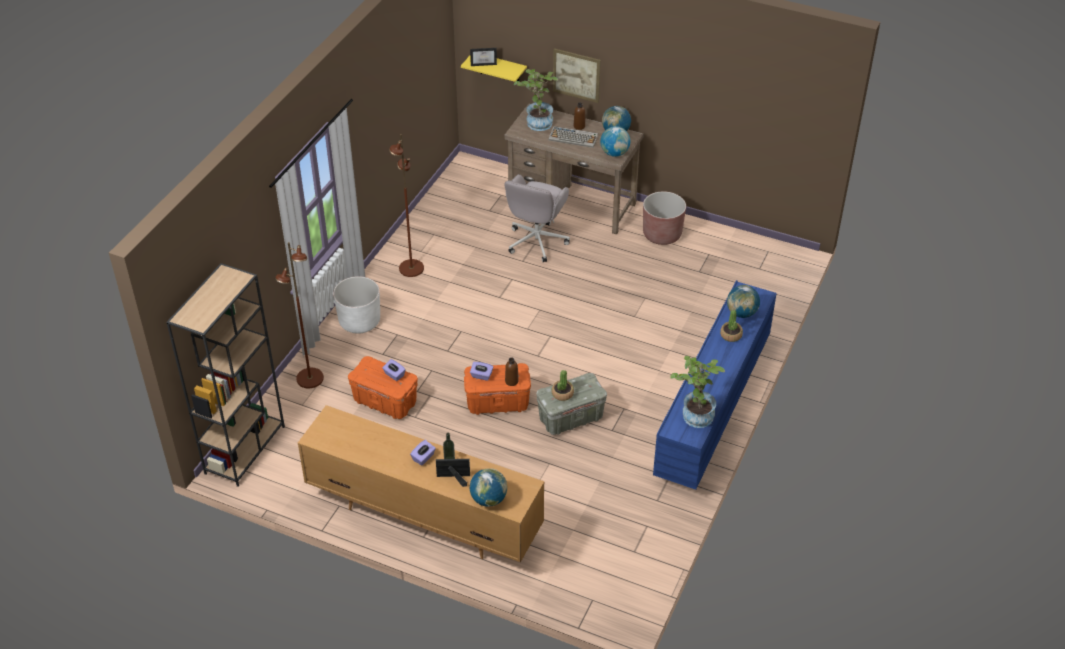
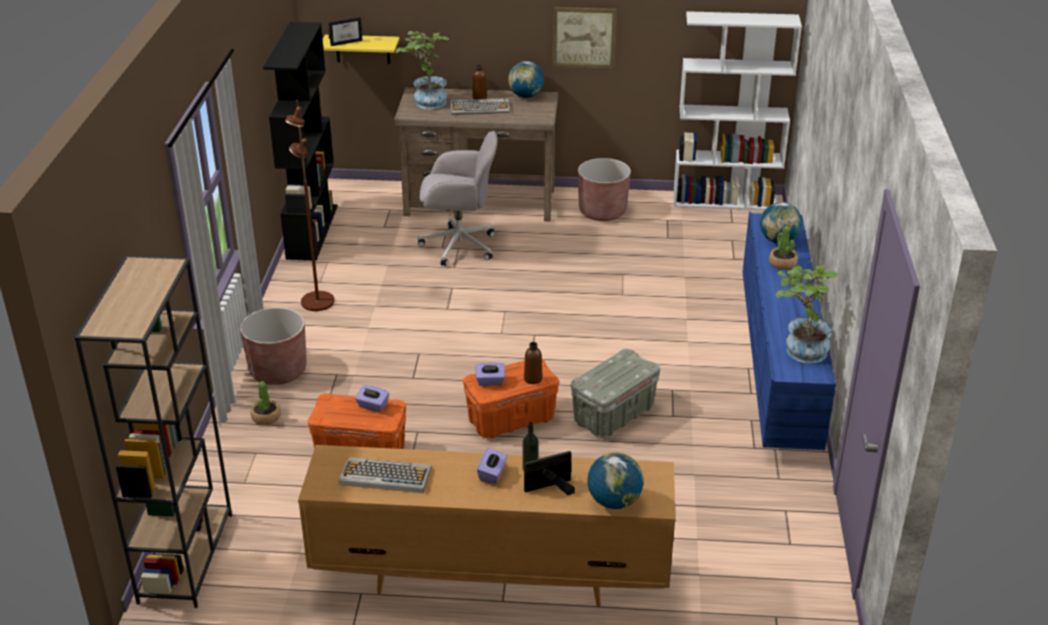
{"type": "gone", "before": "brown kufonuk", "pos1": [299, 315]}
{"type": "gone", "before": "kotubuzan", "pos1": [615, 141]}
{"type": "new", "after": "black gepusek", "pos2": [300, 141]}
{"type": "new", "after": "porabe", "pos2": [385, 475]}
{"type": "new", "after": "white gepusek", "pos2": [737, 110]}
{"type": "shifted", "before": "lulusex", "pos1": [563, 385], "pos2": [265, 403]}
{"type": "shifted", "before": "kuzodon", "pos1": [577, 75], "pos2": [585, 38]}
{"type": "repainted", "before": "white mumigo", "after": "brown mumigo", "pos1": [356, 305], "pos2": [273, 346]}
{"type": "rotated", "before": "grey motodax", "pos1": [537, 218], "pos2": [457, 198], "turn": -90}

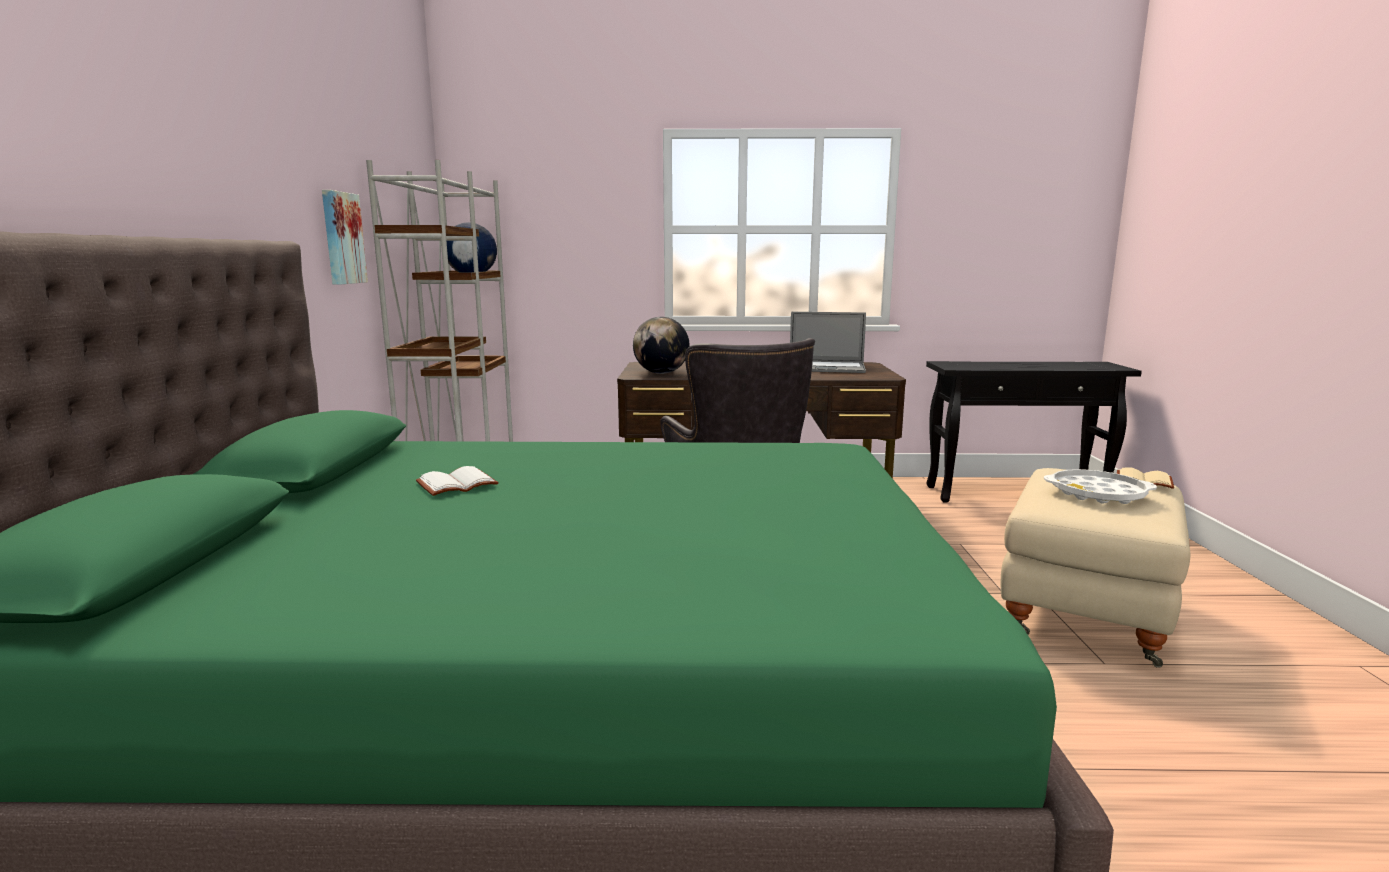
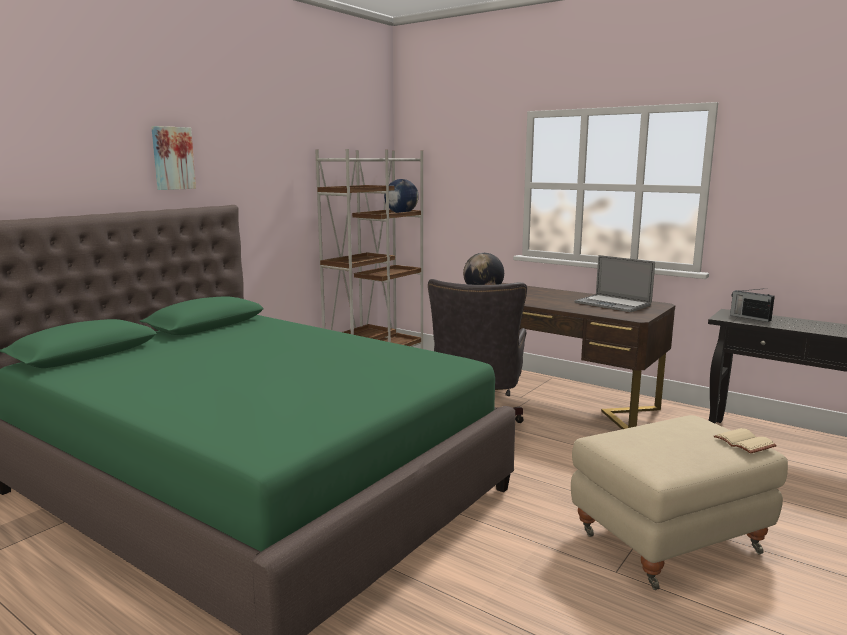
{"type": "gone", "before": "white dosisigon", "pos1": [457, 481]}
{"type": "gone", "before": "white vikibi", "pos1": [1100, 486]}
{"type": "new", "after": "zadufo", "pos2": [752, 305]}
{"type": "shifted", "before": "kuzodon", "pos1": [345, 237], "pos2": [173, 158]}

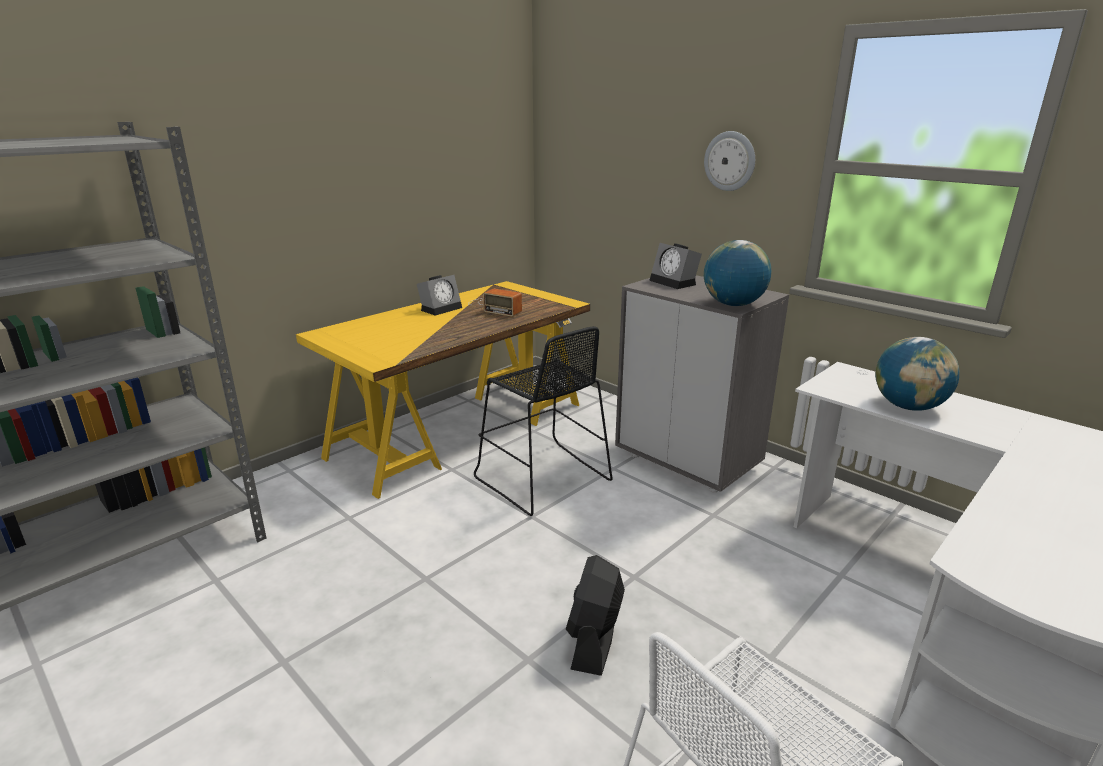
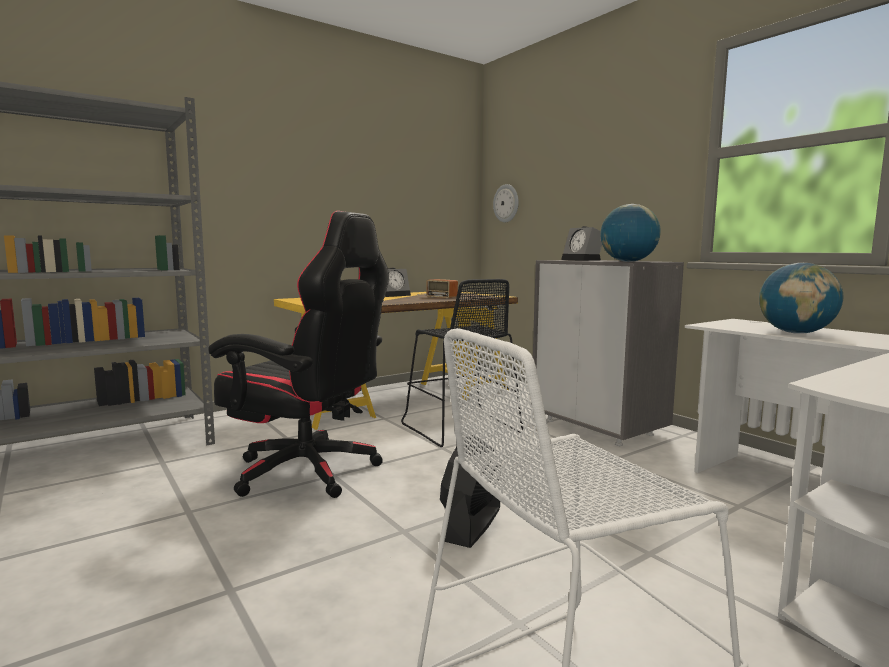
{"type": "new", "after": "black motodax", "pos2": [298, 354]}
{"type": "shifted", "before": "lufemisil", "pos1": [729, 161], "pos2": [506, 203]}

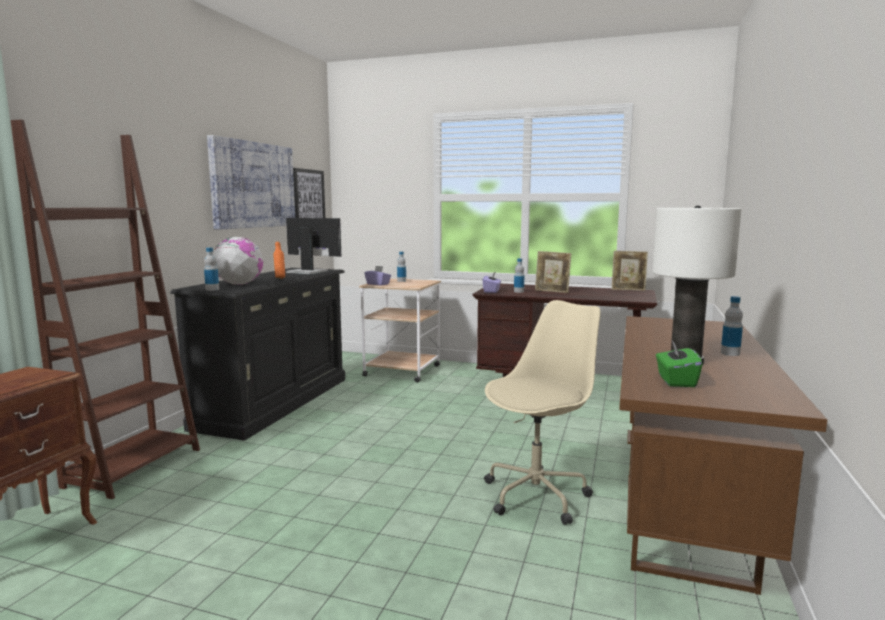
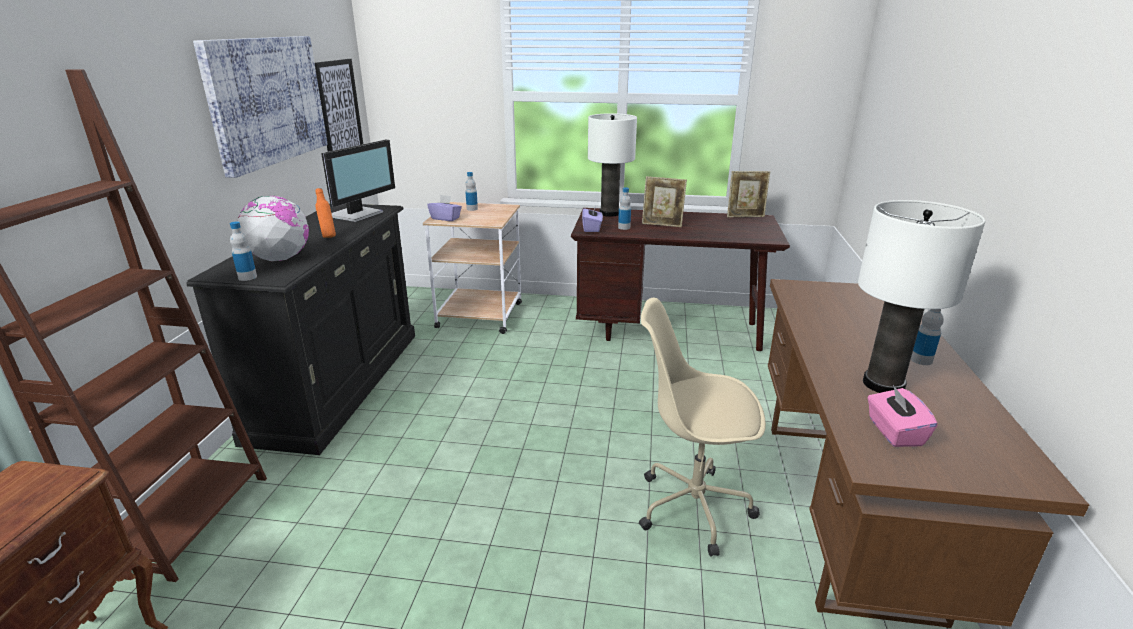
{"type": "new", "after": "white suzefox", "pos2": [612, 165]}
{"type": "repainted", "before": "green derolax", "after": "pink derolax", "pos1": [679, 364], "pos2": [902, 416]}
{"type": "rotated", "before": "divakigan", "pos1": [313, 246], "pos2": [358, 180], "turn": 105}
{"type": "rotated", "before": "beige motodax", "pos1": [542, 412], "pos2": [702, 427], "turn": -120}

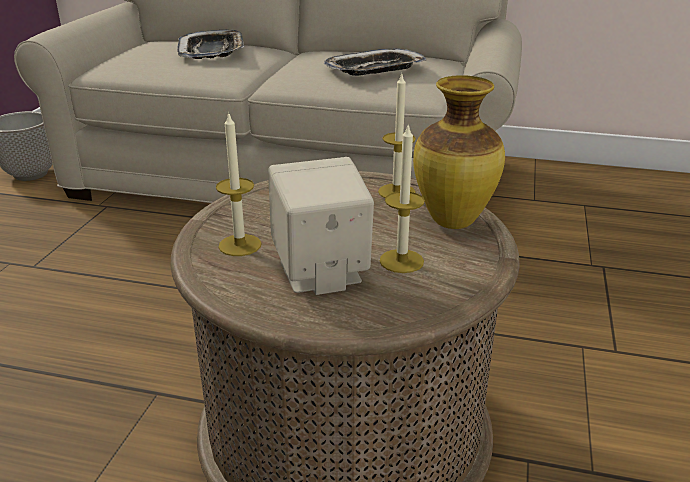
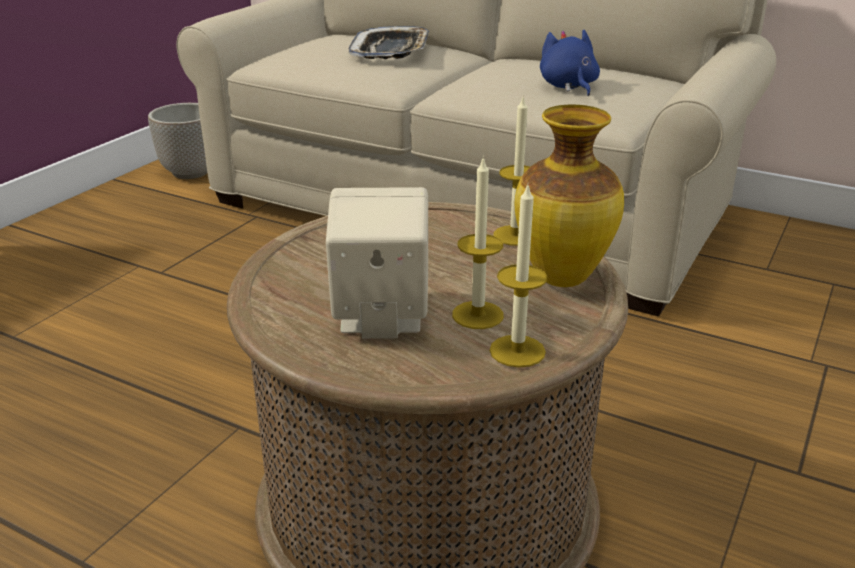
{"type": "shifted", "before": "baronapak", "pos1": [239, 183], "pos2": [518, 276]}
{"type": "swapped", "before": "vikibi", "after": "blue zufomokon", "pos1": [375, 62], "pos2": [570, 63]}

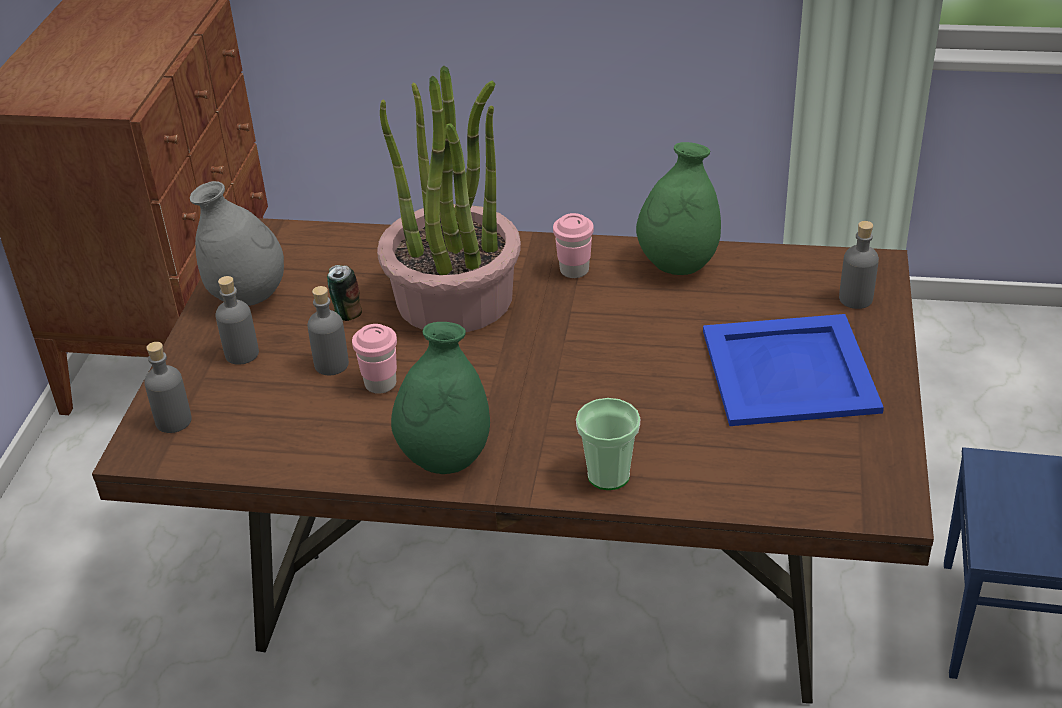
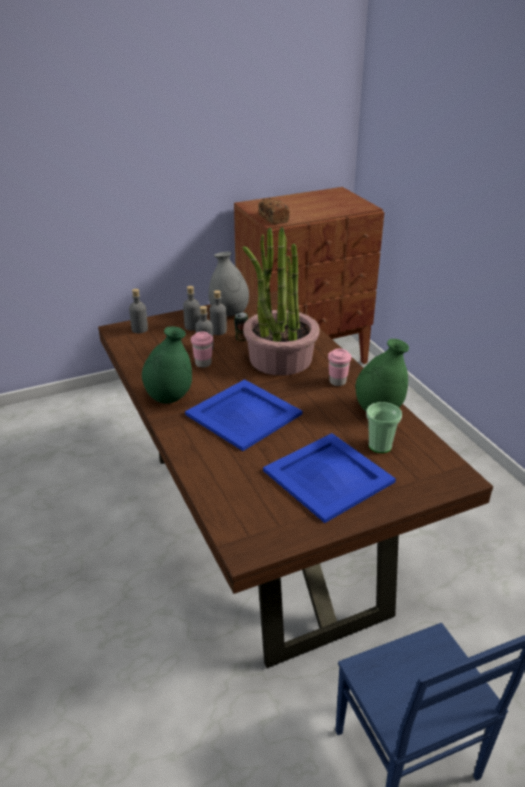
{"type": "new", "after": "blue vikibi", "pos2": [243, 415]}
{"type": "new", "after": "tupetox", "pos2": [274, 211]}
{"type": "shifted", "before": "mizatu", "pos1": [608, 444], "pos2": [384, 427]}
{"type": "shifted", "before": "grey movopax", "pos1": [859, 265], "pos2": [218, 312]}

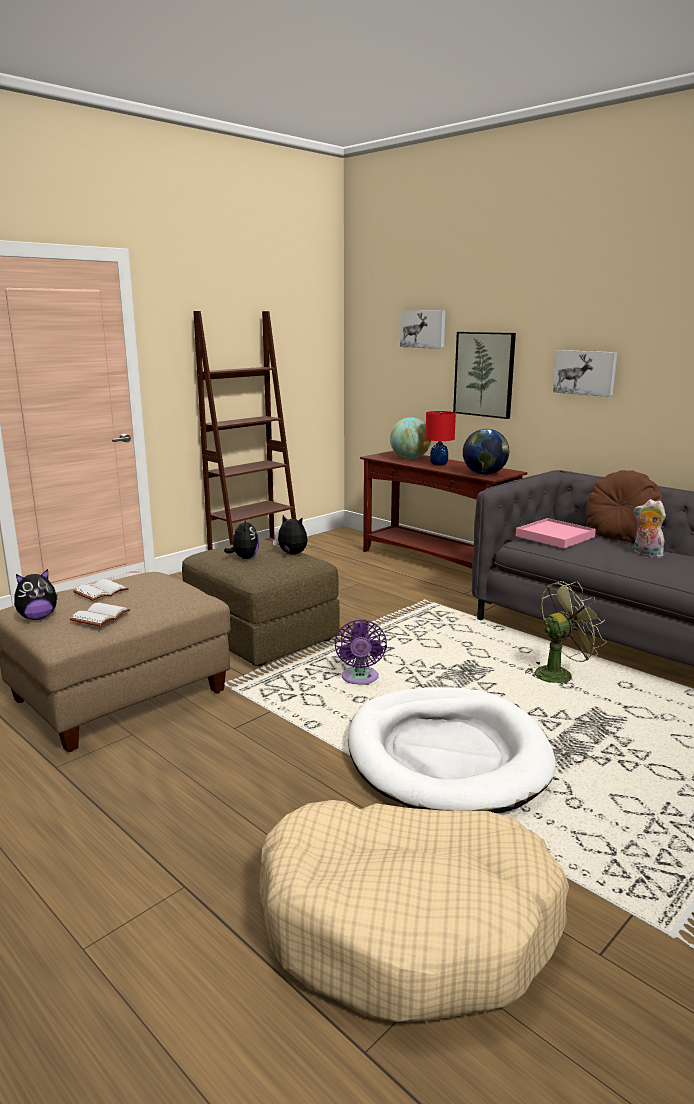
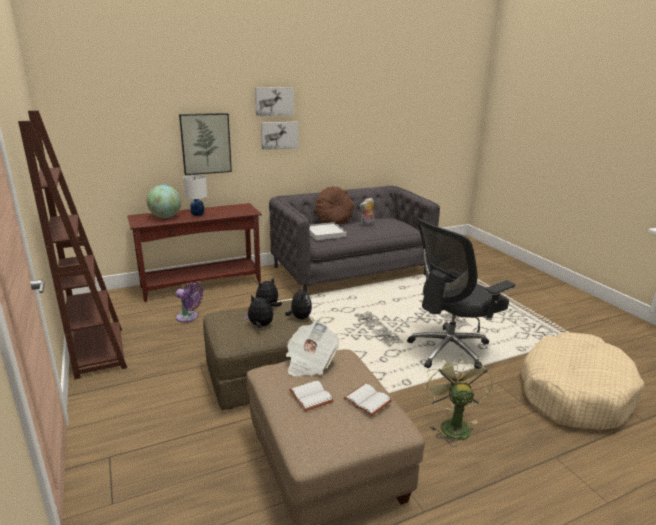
{"type": "gone", "before": "kotubuzan", "pos1": [486, 452]}
{"type": "new", "after": "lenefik", "pos2": [312, 349]}
{"type": "shifted", "before": "zufomokon", "pos1": [36, 594], "pos2": [298, 302]}
{"type": "shifted", "before": "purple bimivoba", "pos1": [360, 651], "pos2": [189, 302]}
{"type": "shifted", "before": "kuzodon", "pos1": [423, 329], "pos2": [274, 102]}
{"type": "shifted", "before": "green bimivoba", "pos1": [565, 632], "pos2": [459, 401]}
{"type": "swapped", "before": "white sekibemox", "after": "motodax", "pos1": [452, 750], "pos2": [461, 293]}
{"type": "repainted", "before": "red suzefox", "after": "white suzefox", "pos1": [440, 438], "pos2": [195, 195]}
{"type": "repainted", "before": "pink vikibi", "after": "white vikibi", "pos1": [556, 533], "pos2": [328, 231]}

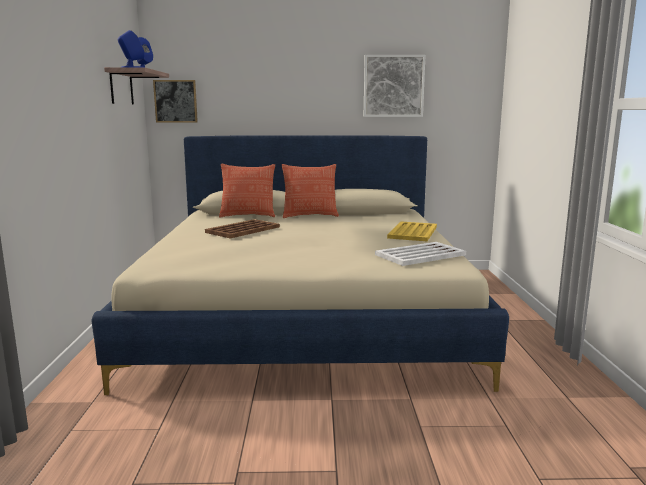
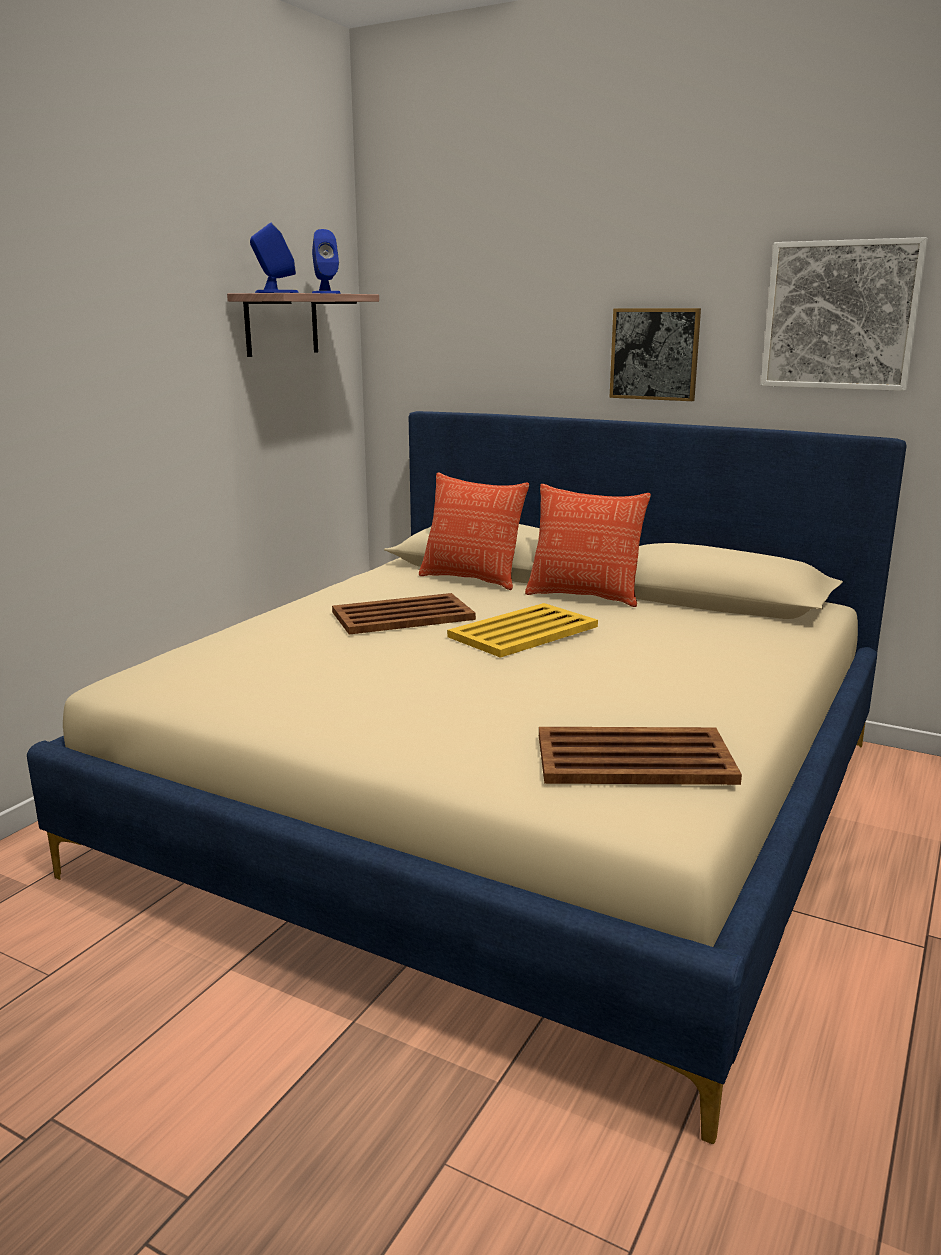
{"type": "shifted", "before": "kuzodon", "pos1": [175, 101], "pos2": [655, 354]}
{"type": "shifted", "before": "yellow vikibi", "pos1": [412, 231], "pos2": [522, 630]}
{"type": "repainted", "before": "white vikibi", "after": "brown vikibi", "pos1": [420, 254], "pos2": [640, 756]}

